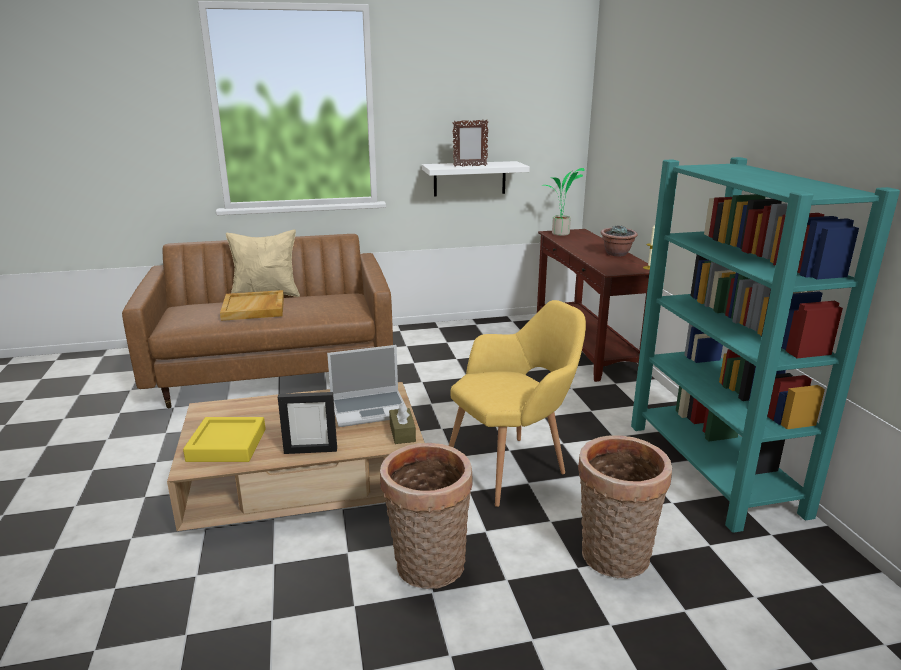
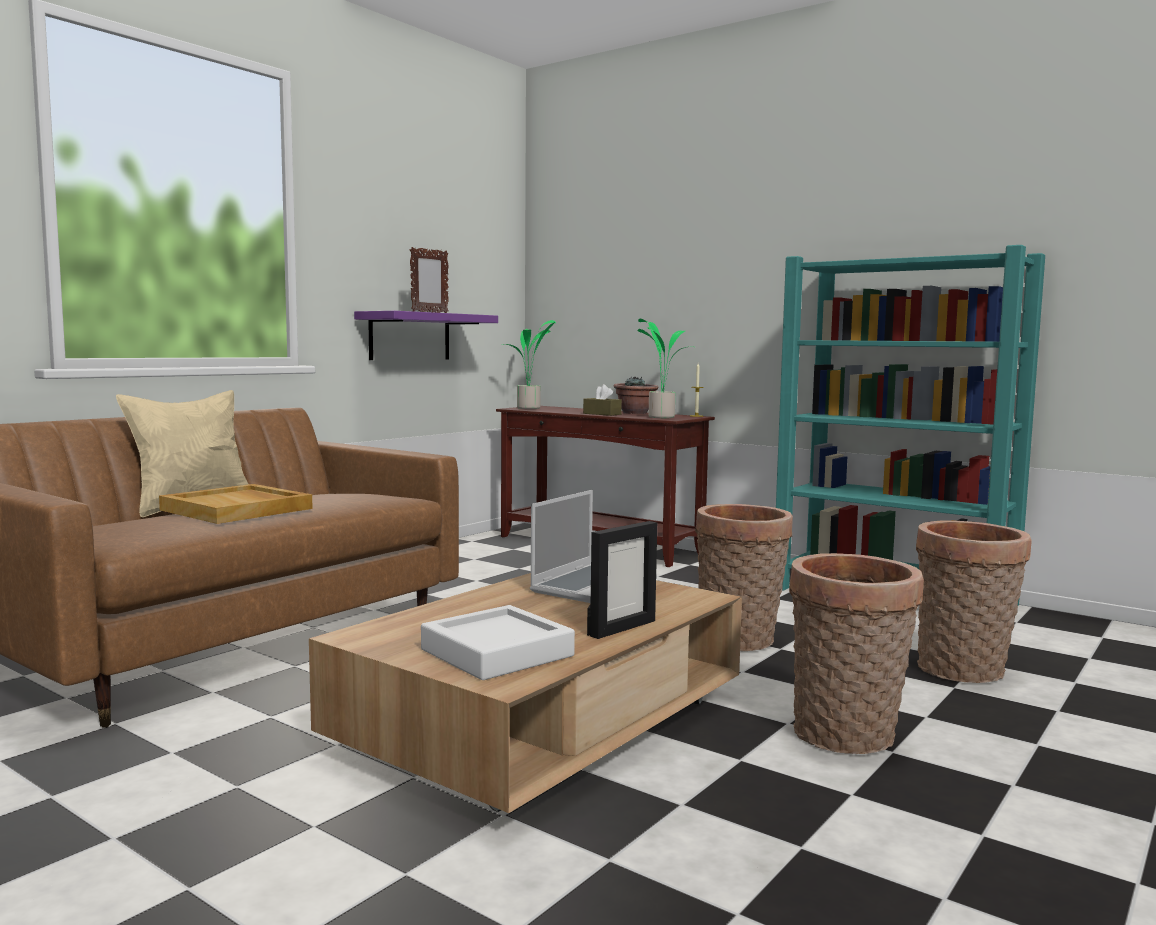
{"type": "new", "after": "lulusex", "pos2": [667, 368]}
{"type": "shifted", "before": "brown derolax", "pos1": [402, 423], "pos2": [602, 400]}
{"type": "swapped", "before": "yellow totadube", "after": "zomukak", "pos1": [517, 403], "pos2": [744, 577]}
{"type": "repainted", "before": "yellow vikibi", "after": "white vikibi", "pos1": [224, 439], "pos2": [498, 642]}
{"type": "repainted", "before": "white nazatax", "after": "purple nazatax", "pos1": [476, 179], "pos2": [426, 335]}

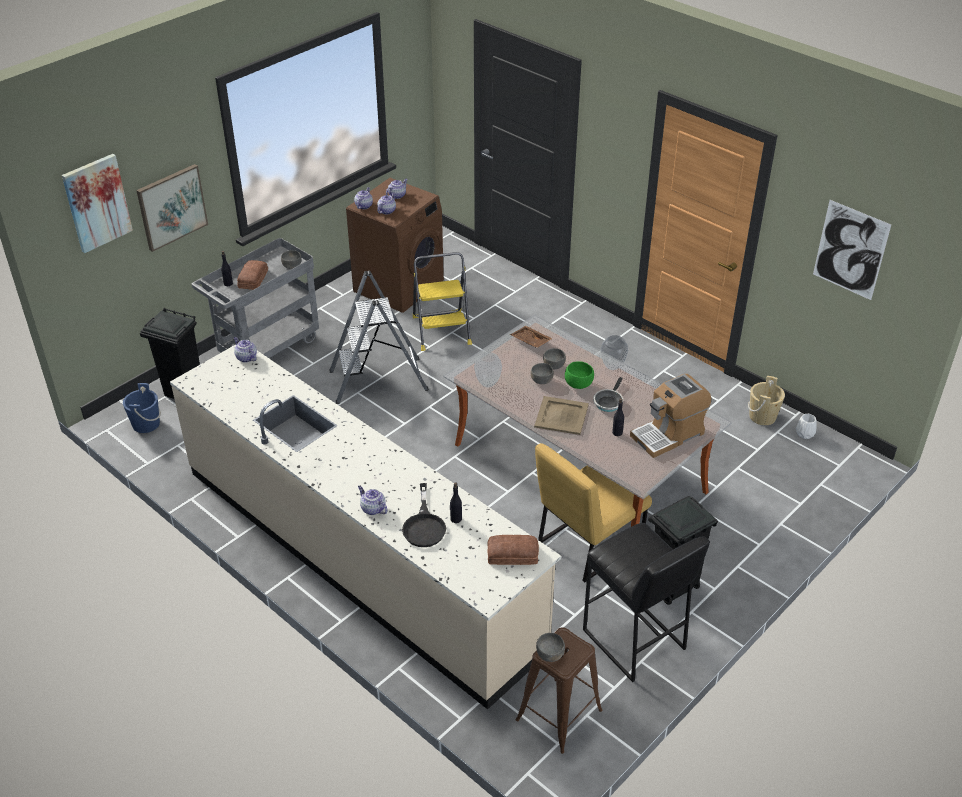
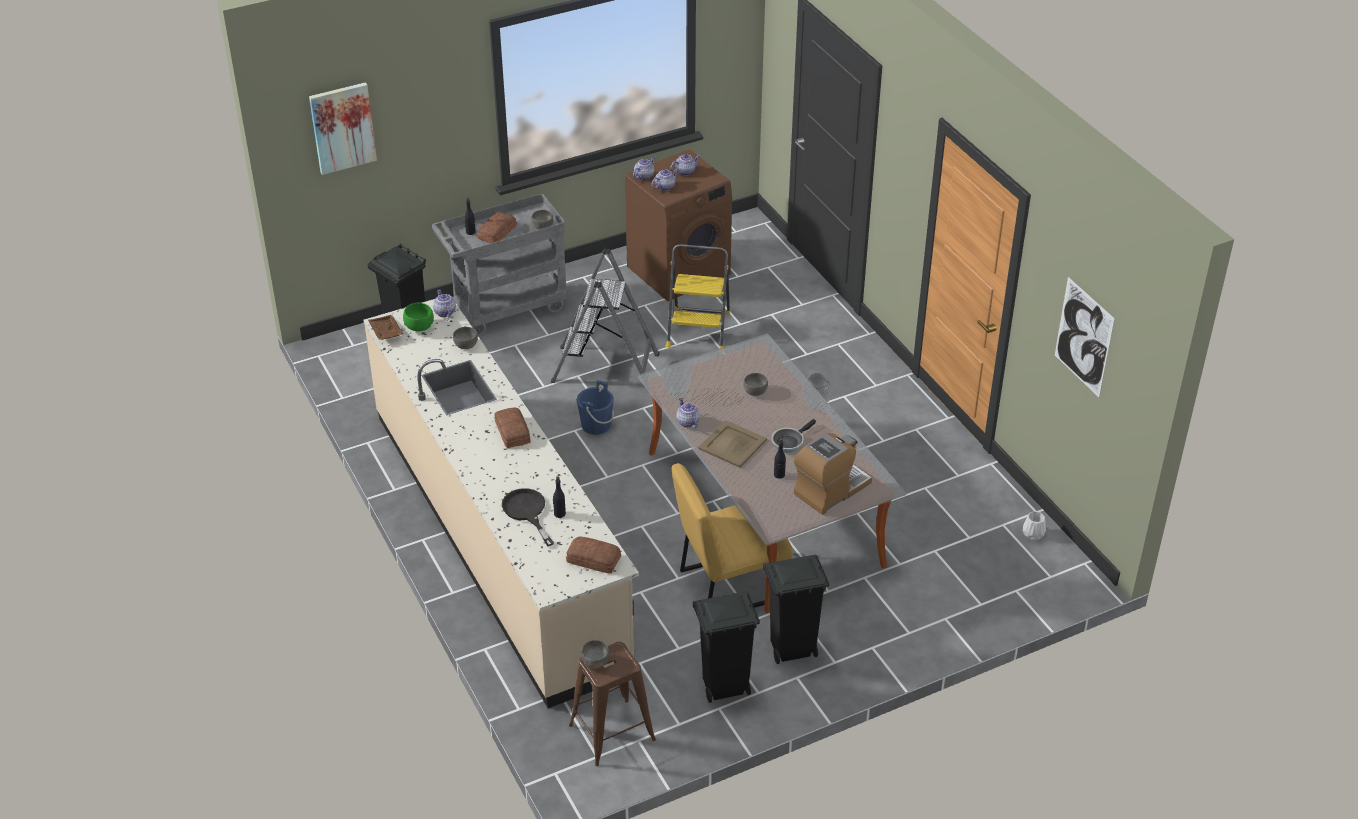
{"type": "gone", "before": "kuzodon", "pos1": [172, 208]}
{"type": "gone", "before": "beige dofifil", "pos1": [766, 400]}
{"type": "new", "after": "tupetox", "pos2": [512, 427]}
{"type": "shifted", "before": "blue dofifil", "pos1": [142, 408], "pos2": [595, 407]}
{"type": "shifted", "before": "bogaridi", "pos1": [373, 500], "pos2": [688, 413]}
{"type": "shifted", "before": "brown vikibi", "pos1": [531, 337], "pos2": [385, 327]}
{"type": "shifted", "before": "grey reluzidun", "pos1": [542, 373], "pos2": [465, 338]}
{"type": "shifted", "before": "green reluzidun", "pos1": [579, 375], "pos2": [418, 317]}
{"type": "swapped", "before": "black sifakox", "after": "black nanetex", "pos1": [646, 602], "pos2": [726, 647]}
{"type": "rotated", "before": "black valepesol", "pos1": [424, 515], "pos2": [528, 517], "turn": 135}
{"type": "rotated", "before": "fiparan", "pos1": [670, 416], "pos2": [833, 474], "turn": 150}

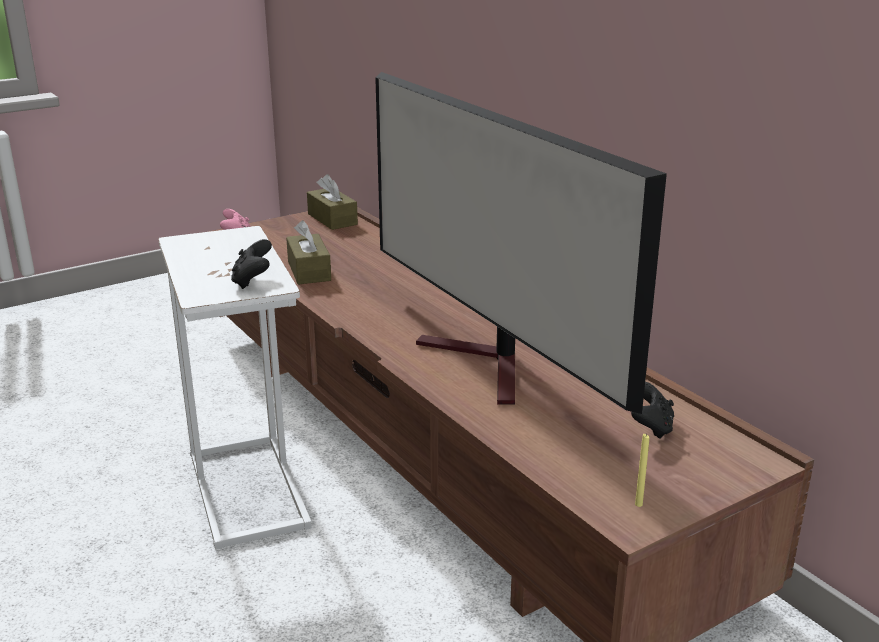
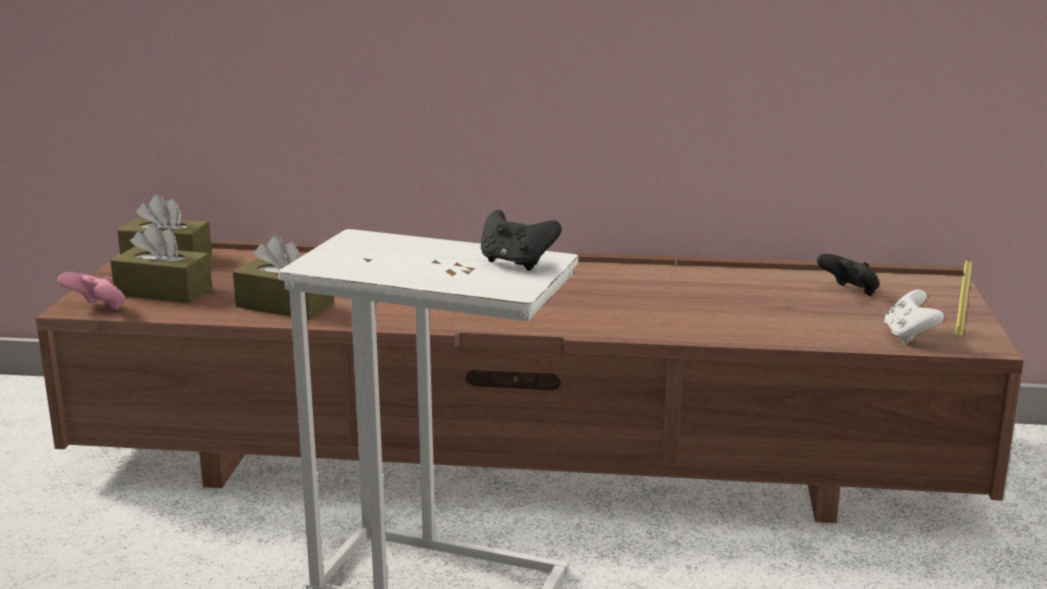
{"type": "gone", "before": "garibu", "pos1": [521, 243]}
{"type": "new", "after": "brown derolax", "pos2": [161, 263]}
{"type": "new", "after": "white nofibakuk", "pos2": [914, 317]}

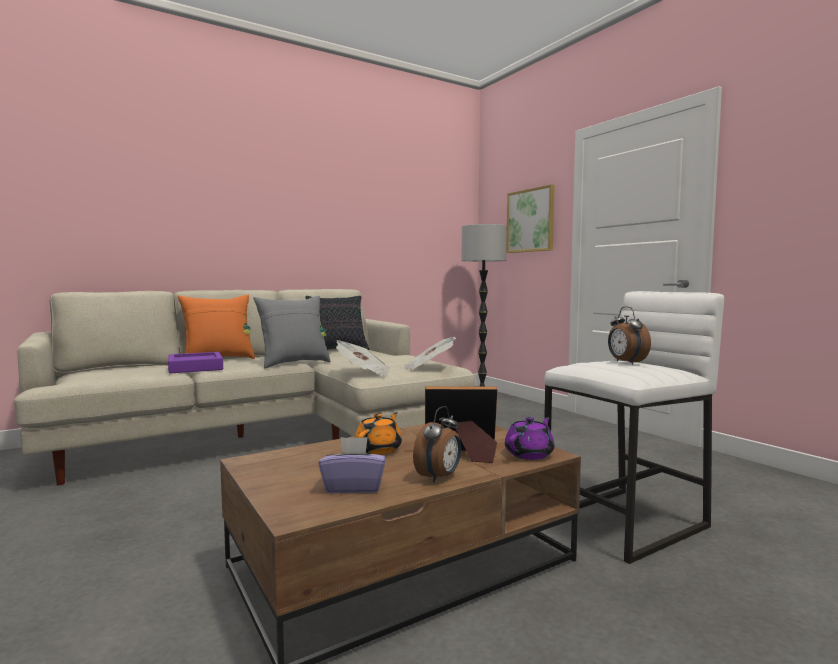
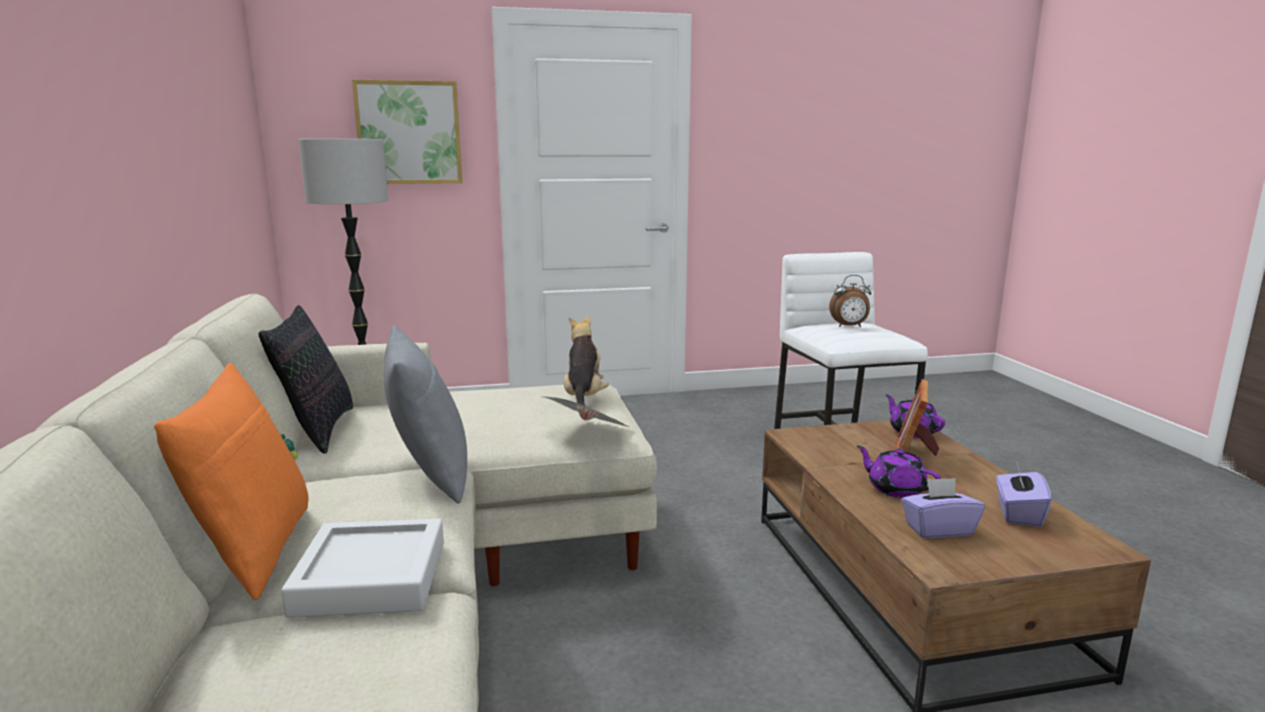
{"type": "gone", "before": "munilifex", "pos1": [437, 444]}
{"type": "new", "after": "purple derolax", "pos2": [943, 508]}
{"type": "swapped", "before": "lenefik", "after": "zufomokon", "pos1": [429, 353], "pos2": [586, 361]}
{"type": "repainted", "before": "purple vikibi", "after": "grey vikibi", "pos1": [195, 362], "pos2": [362, 568]}
{"type": "repainted", "before": "orange bogaridi", "after": "purple bogaridi", "pos1": [378, 433], "pos2": [899, 472]}

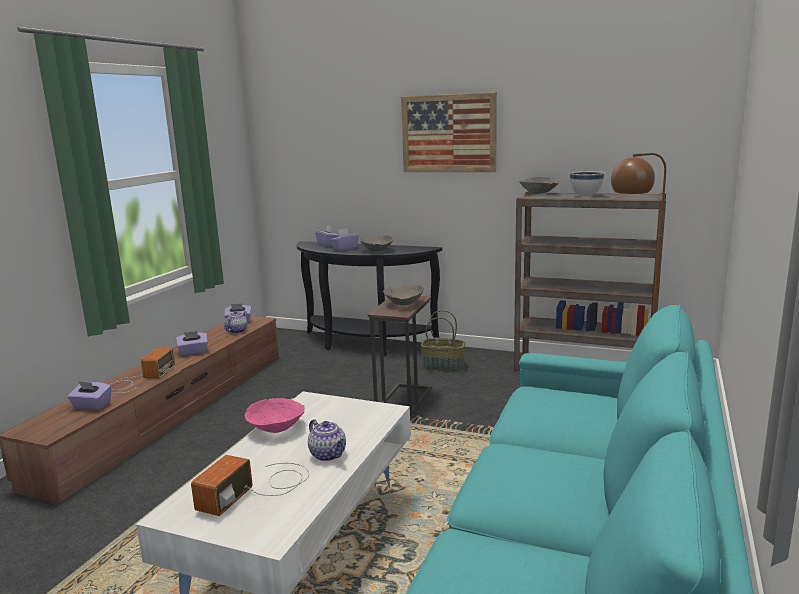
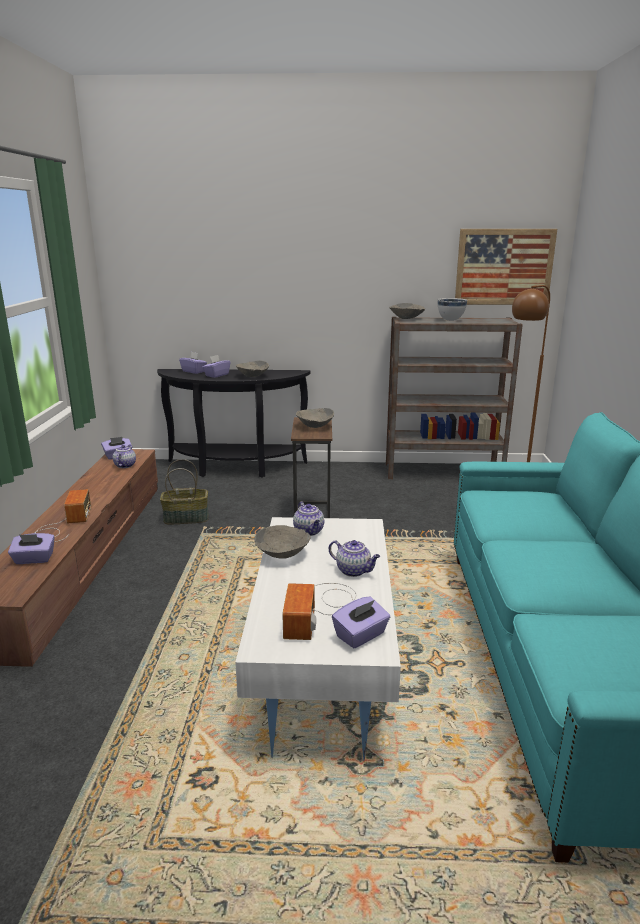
{"type": "new", "after": "bogaridi", "pos2": [308, 518]}
{"type": "shifted", "before": "purple derolax", "pos1": [192, 343], "pos2": [361, 623]}
{"type": "shifted", "before": "kuzodon", "pos1": [449, 132], "pos2": [506, 267]}
{"type": "shifted", "before": "zomukak", "pos1": [442, 340], "pos2": [184, 491]}
{"type": "repainted", "before": "pink reluzidun", "after": "grey reluzidun", "pos1": [274, 415], "pos2": [283, 542]}

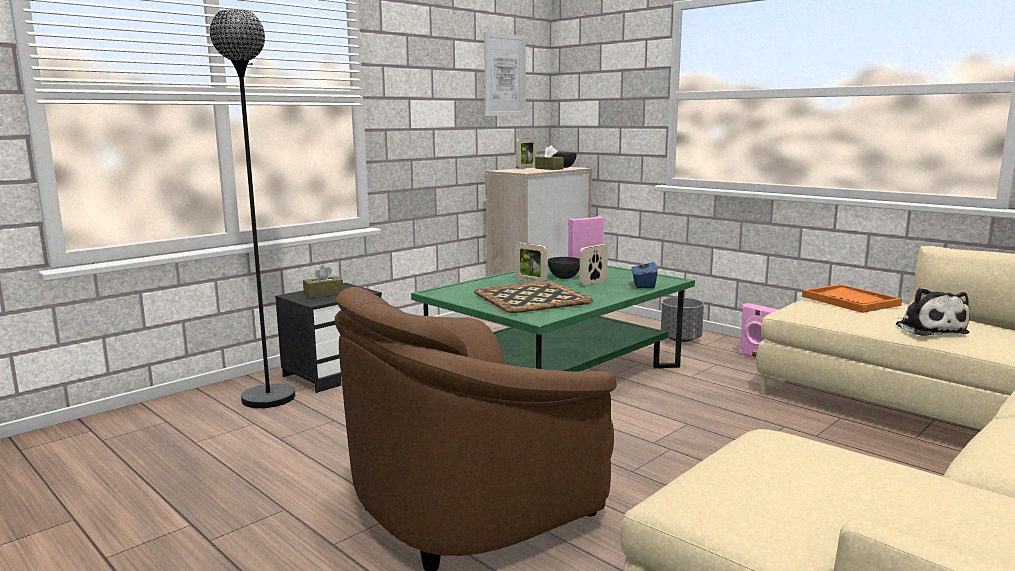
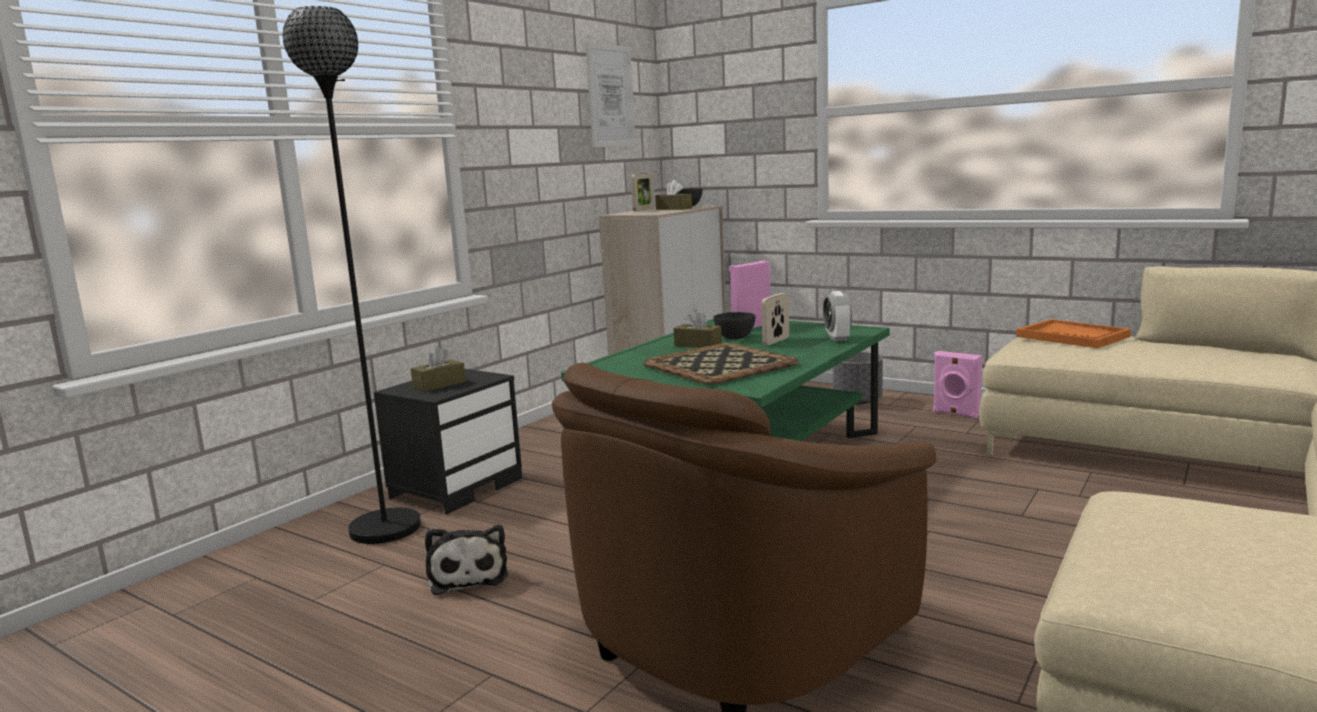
{"type": "shifted", "before": "zufomokon", "pos1": [932, 312], "pos2": [466, 560]}
{"type": "swapped", "before": "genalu", "after": "brown derolax", "pos1": [531, 262], "pos2": [698, 328]}
{"type": "swapped", "before": "blue derolax", "after": "munilifex", "pos1": [644, 272], "pos2": [837, 316]}

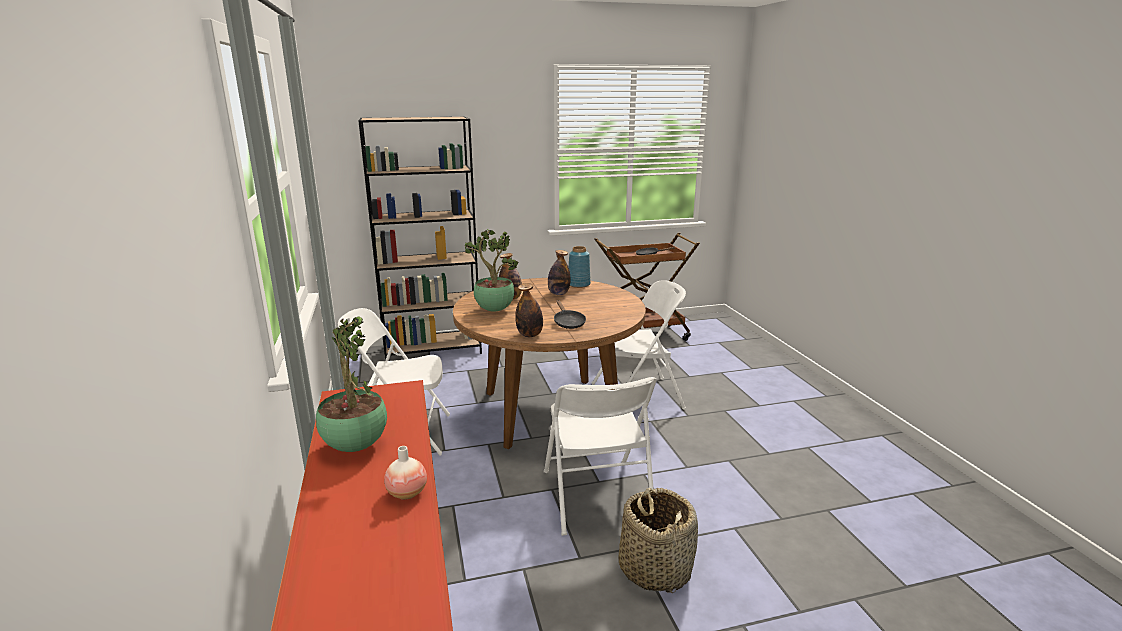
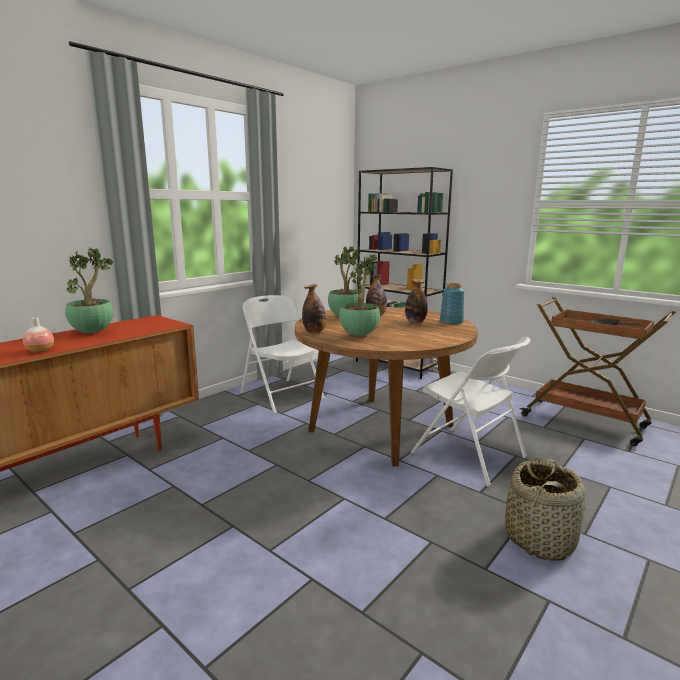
{"type": "gone", "before": "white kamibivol", "pos1": [600, 456]}
{"type": "shifted", "before": "zomukak", "pos1": [658, 540], "pos2": [545, 509]}
{"type": "swapped", "before": "black valepesol", "after": "lulusex", "pos1": [570, 314], "pos2": [359, 295]}

